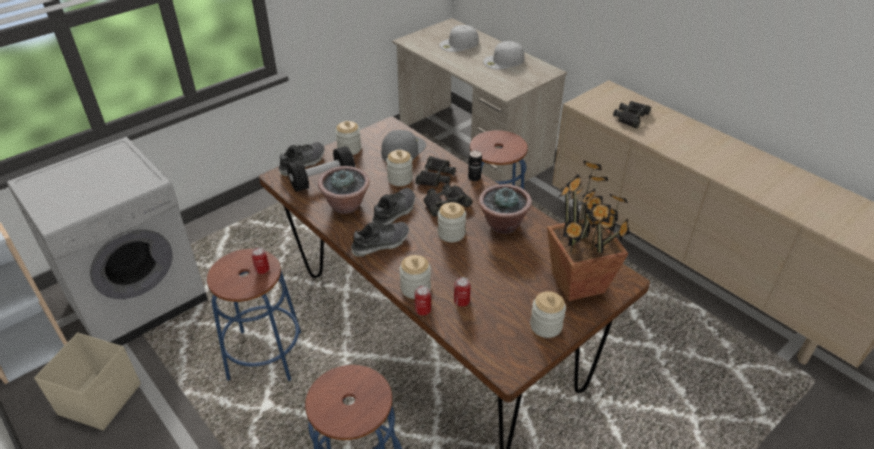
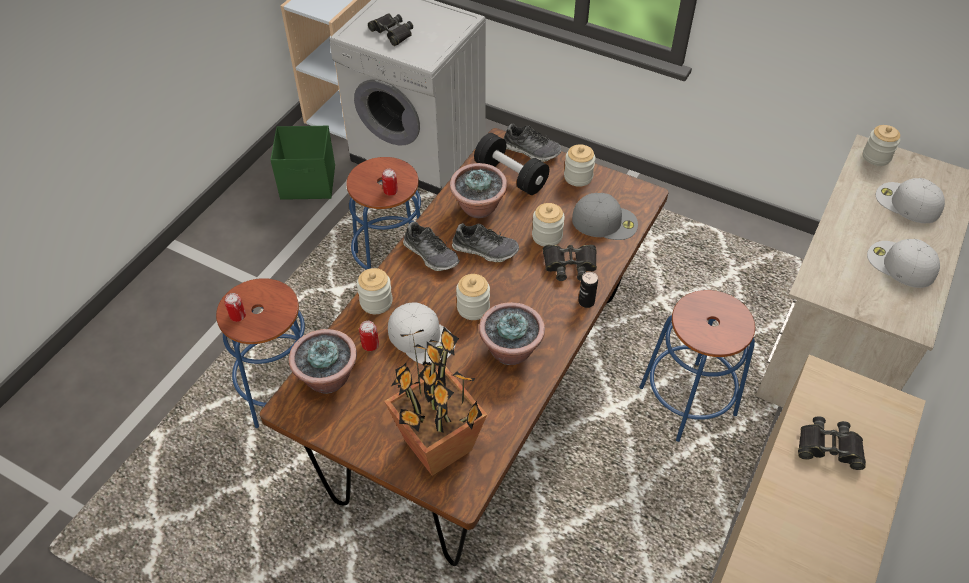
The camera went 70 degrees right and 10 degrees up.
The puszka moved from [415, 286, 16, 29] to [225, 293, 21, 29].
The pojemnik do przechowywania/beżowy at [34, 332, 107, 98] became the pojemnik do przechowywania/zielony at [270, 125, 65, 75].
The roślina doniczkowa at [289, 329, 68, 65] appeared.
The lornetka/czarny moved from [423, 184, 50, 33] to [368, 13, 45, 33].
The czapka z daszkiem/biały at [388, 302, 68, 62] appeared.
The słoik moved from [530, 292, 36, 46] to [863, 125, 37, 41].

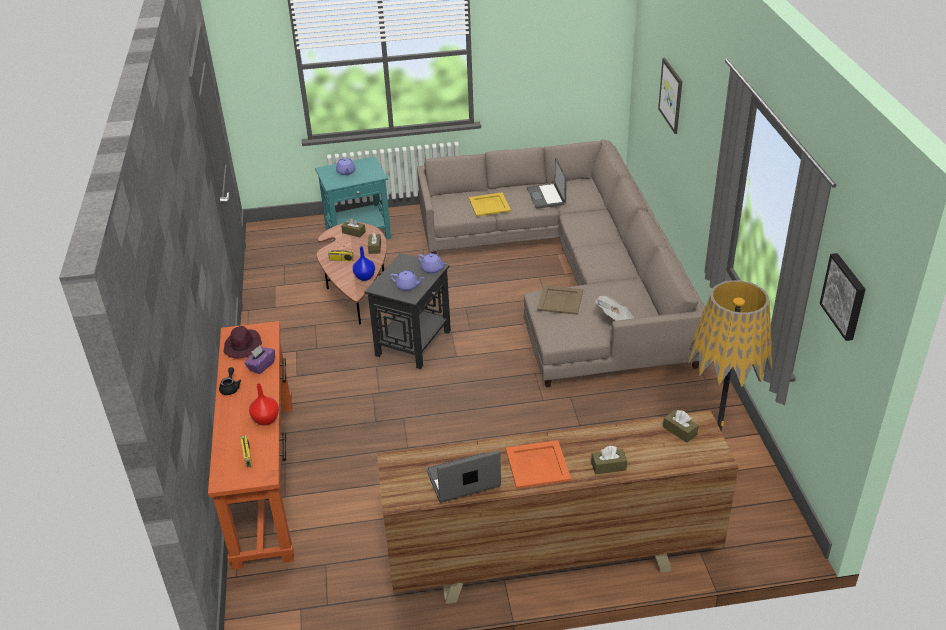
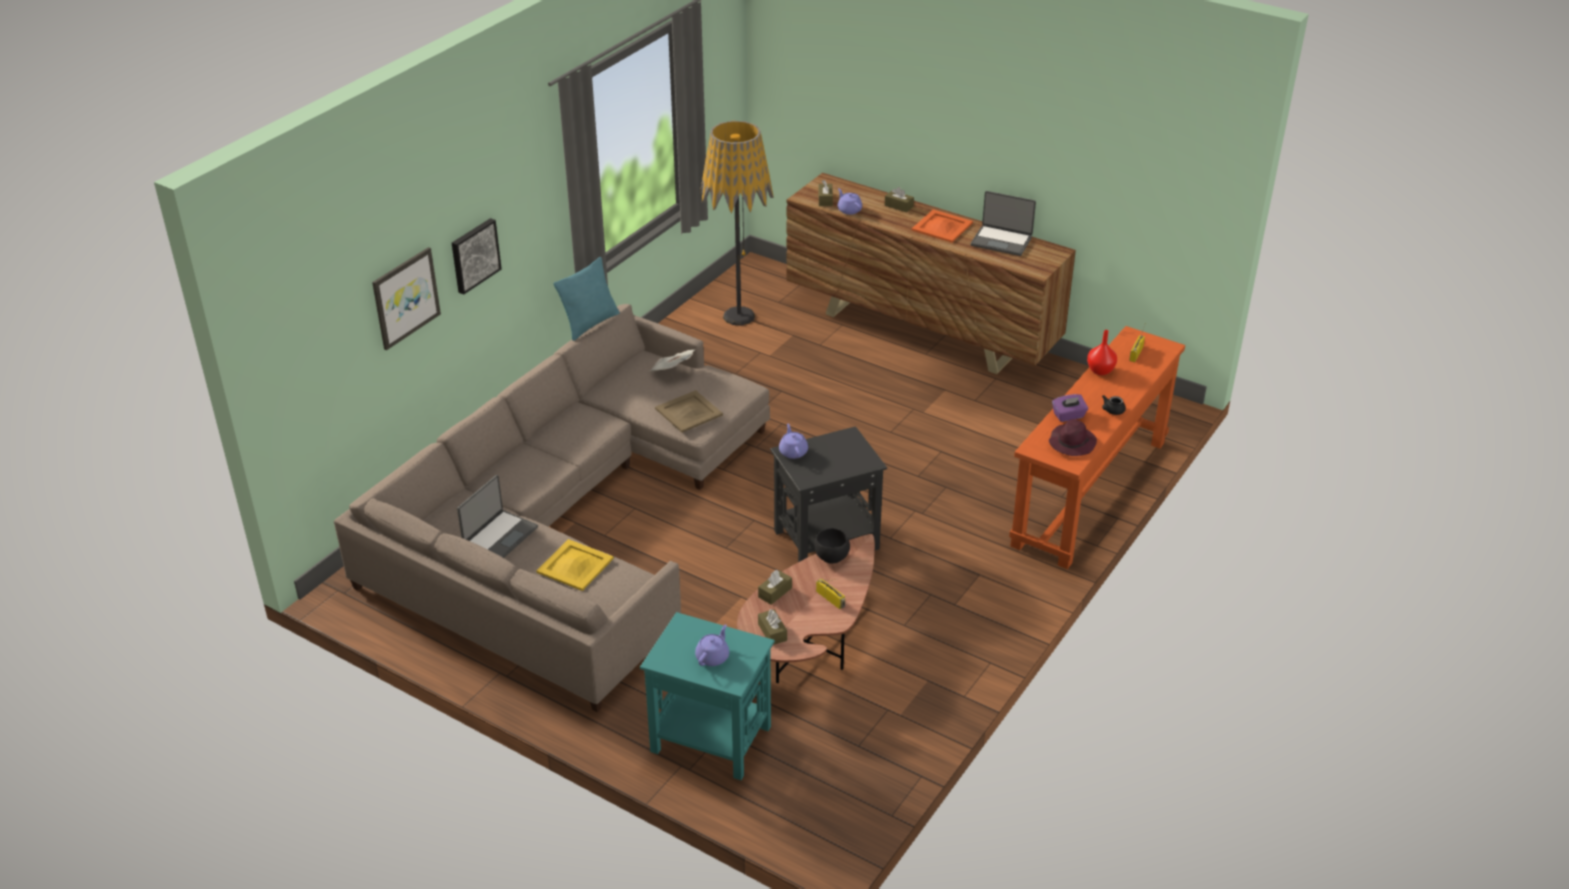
The camera went 140 degrees left and 0 degrees up.
The obraz moved from [820, 253, 46, 88] to [452, 218, 50, 77].
The poduszka/turkusowy at [554, 257, 66, 84] appeared.
The wazon/niebieski at [353, 246, 22, 35] was replaced by the miska/czarny at [814, 528, 36, 36].
The imbryk/fioletowy moved from [390, 270, 35, 21] to [838, 188, 24, 27].

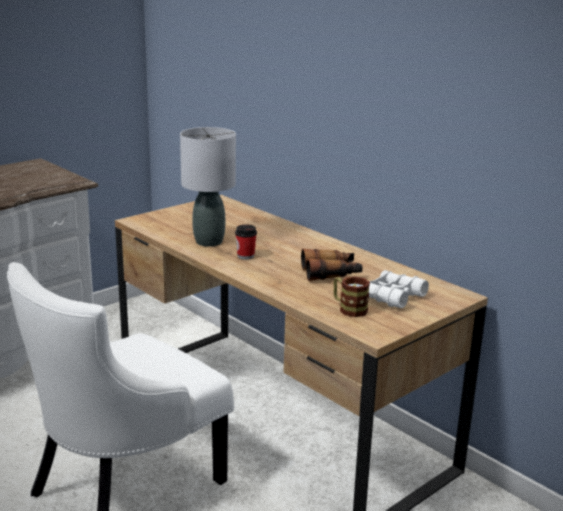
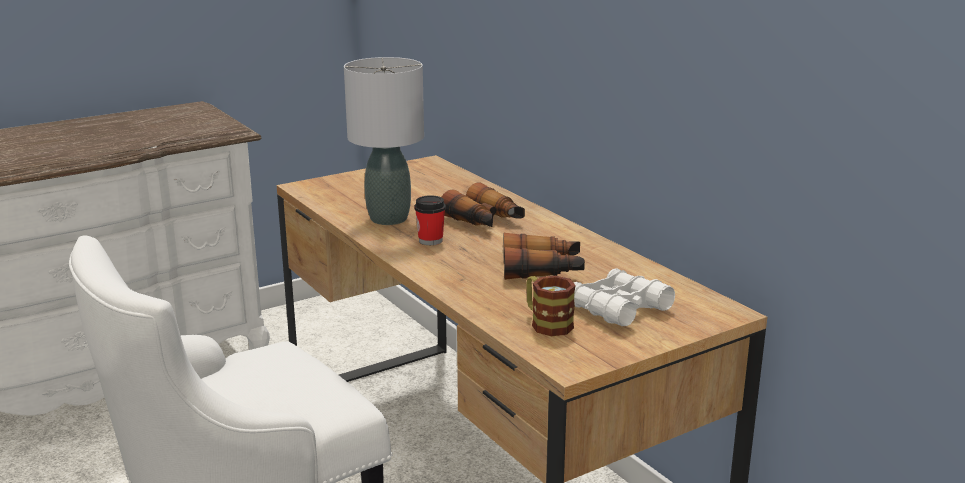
The camera went 10 degrees right and 0 degrees up.
The lornetka at [442, 182, 83, 45] appeared.

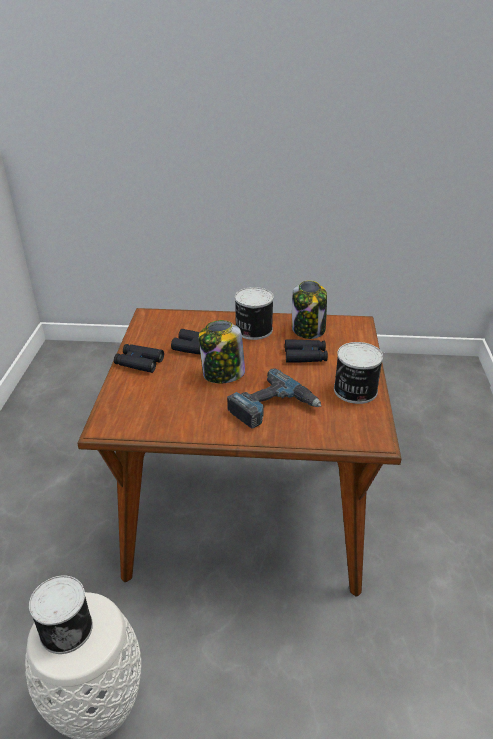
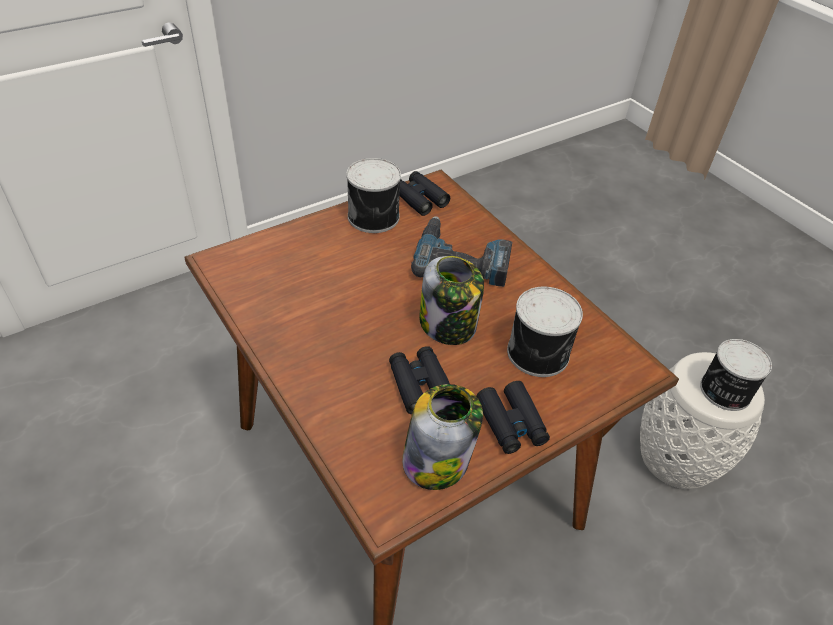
The camera went 130 degrees left and 10 degrees up.
The lornetka/czarny moved from [285, 340, 43, 22] to [400, 171, 50, 45].
The słoik moved from [292, 280, 35, 59] to [402, 384, 81, 106].
The puszka moved from [235, 287, 39, 53] to [507, 287, 76, 90].

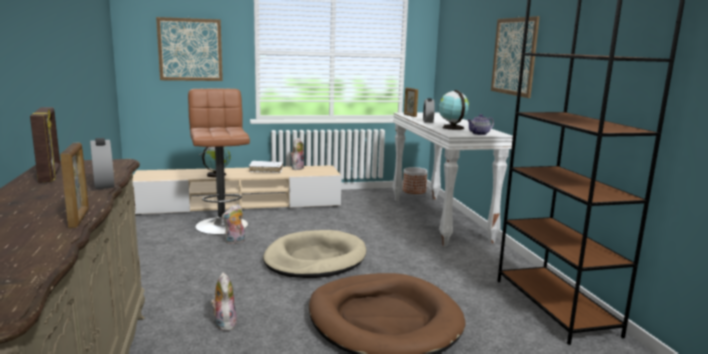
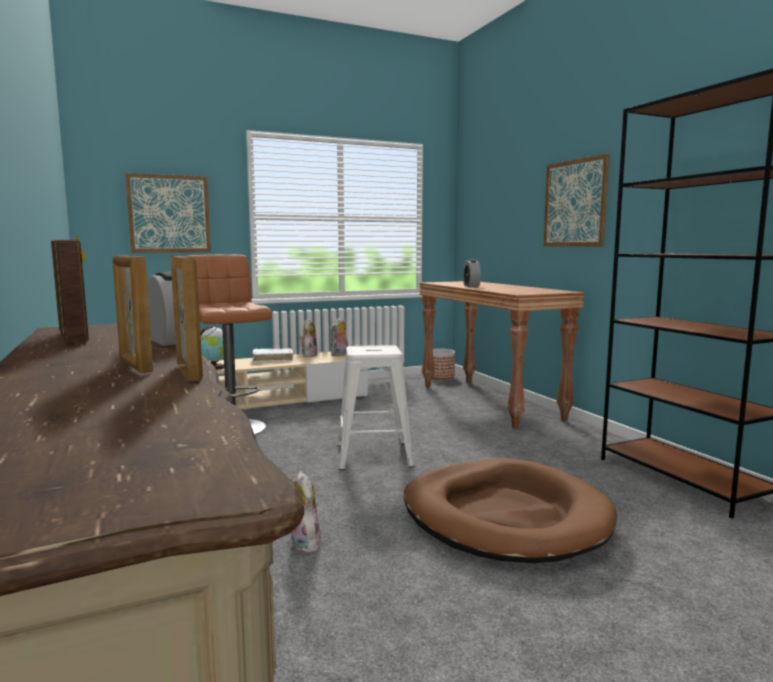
The camera went 10 degrees left and 5 degrees down.
The ramka na zdjęcie moved from [404, 88, 14, 29] to [113, 255, 40, 118].
The pluszak moved from [222, 204, 23, 40] to [329, 318, 19, 38].
The legowisko/beżowy at [263, 230, 103, 48] was replaced by the stołek/biały at [337, 345, 77, 125].
The stolik konsolowy/biały at [392, 112, 121, 135] became the stolik konsolowy/brązowy at [419, 281, 166, 148].
The globus at [439, 90, 30, 40] disappeared.
The imbryk at [468, 114, 26, 21] disappeared.

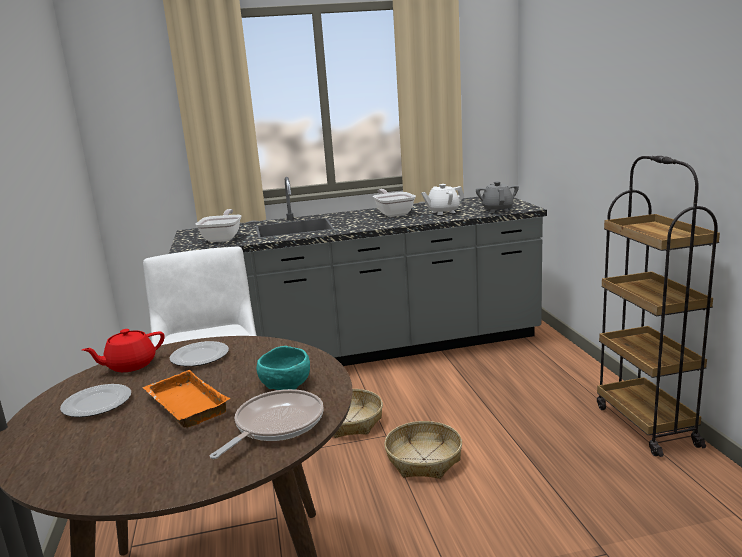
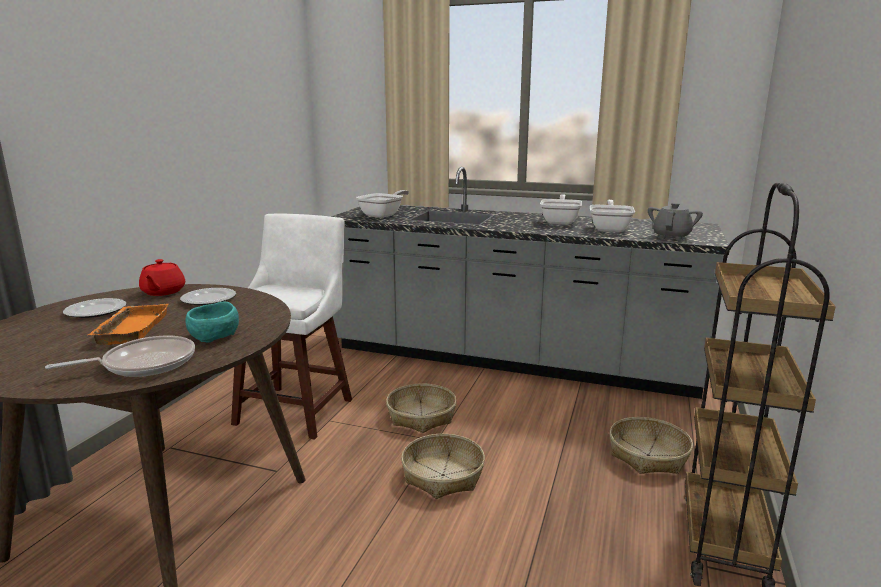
The camera went 30 degrees right and 0 degrees up.
The imbryk/czerwony at [82, 329, 83, 43] turned 90 degrees counterclockwise.
The imbryk/biały at [421, 184, 43, 31] was replaced by the patelnia at [590, 200, 45, 32].
The koszyk at [610, 417, 83, 57] appeared.

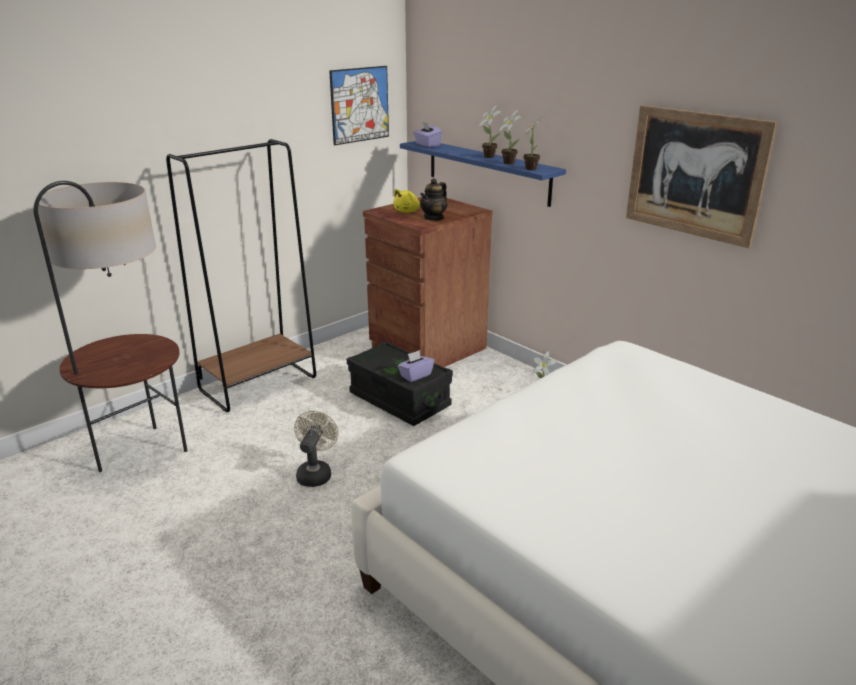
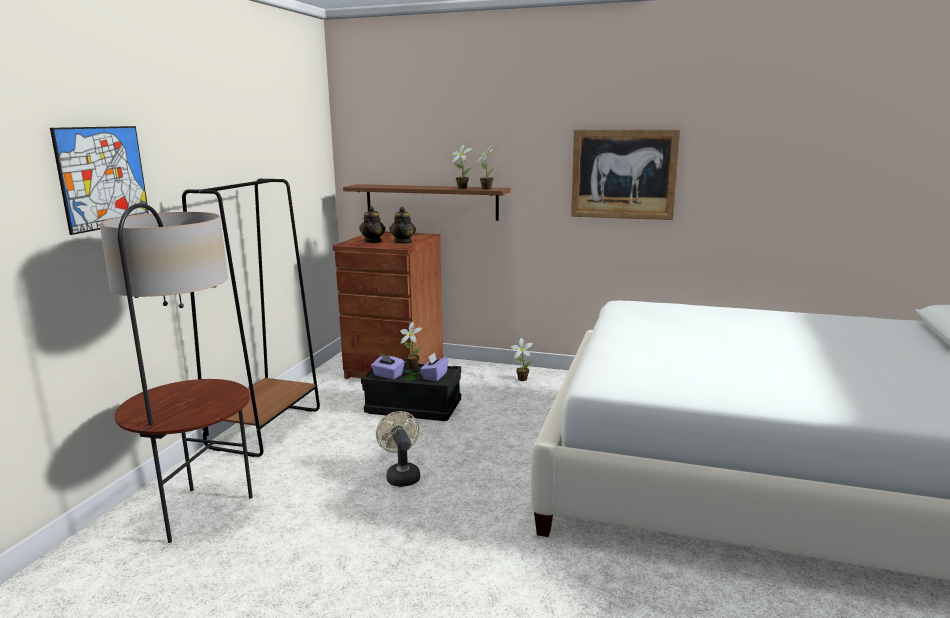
The camera went 30 degrees left and 10 degrees down.
The obraz moved from [329, 66, 60, 79] to [50, 126, 99, 109].
The półka/niebieski at [400, 141, 166, 66] became the półka/brązowy at [343, 184, 168, 37].
The pluszak/żółty at [393, 189, 27, 23] was replaced by the imbryk at [359, 206, 26, 37].
The pudełko chusteczek/fioletowy moved from [413, 121, 30, 26] to [371, 354, 34, 25].
The roślina doniczkowa moved from [478, 105, 24, 53] to [400, 322, 22, 47].

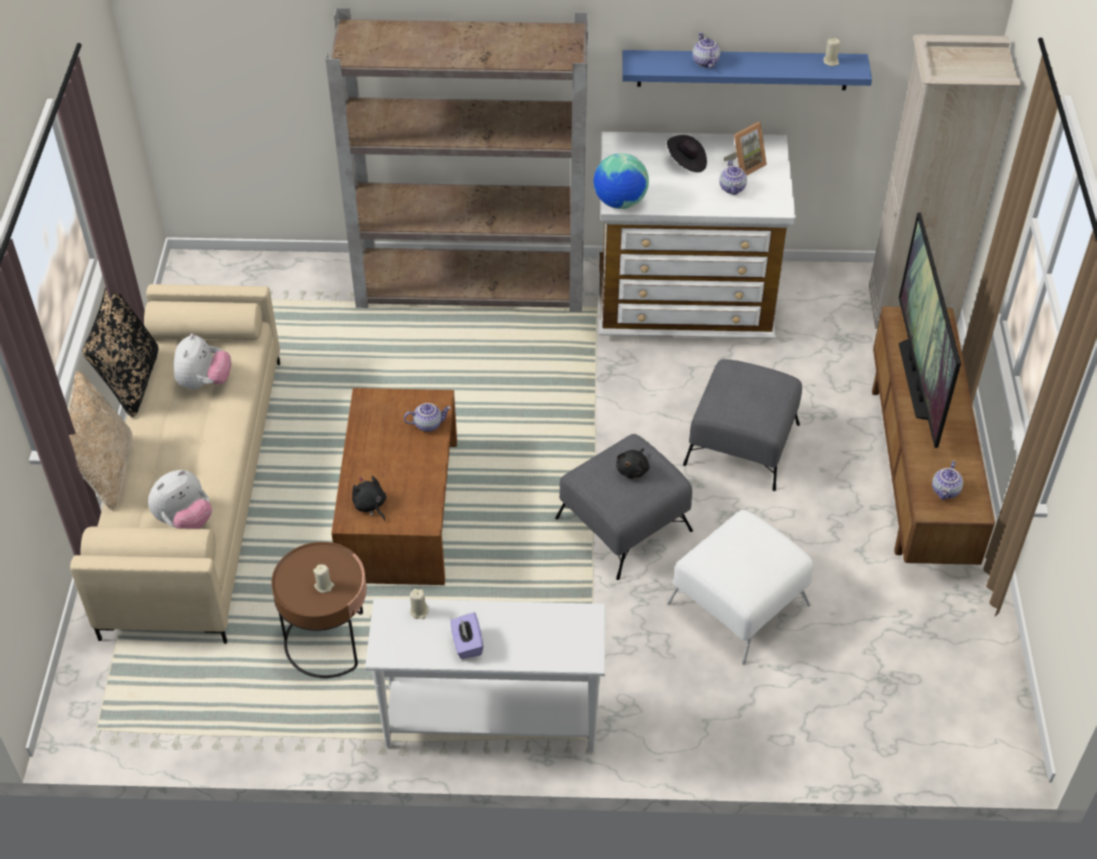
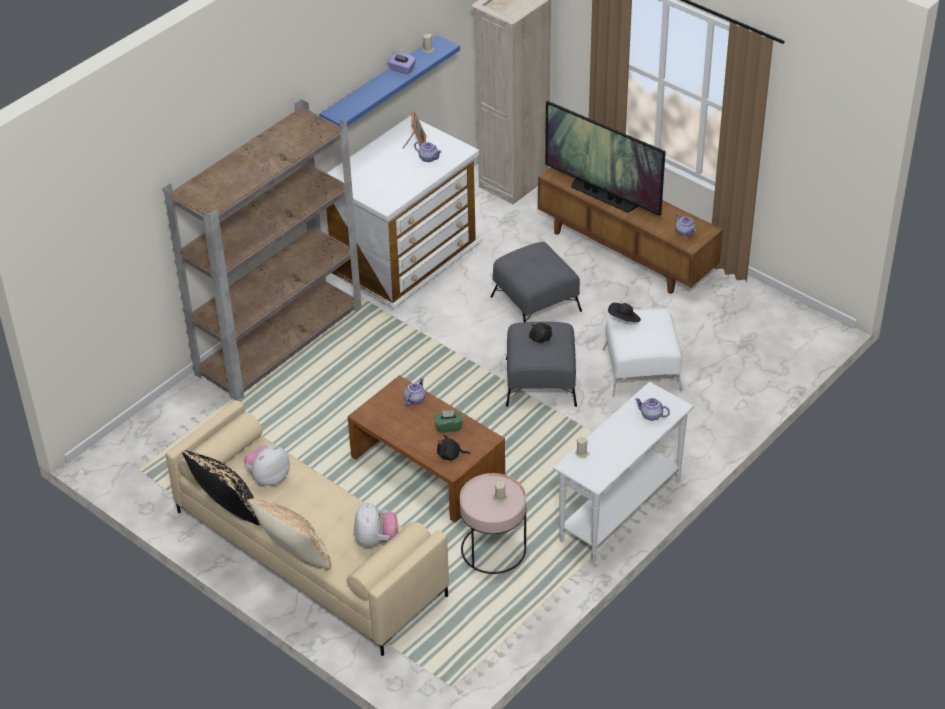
The camera went 50 degrees left and 5 degrees down.
The pluszak at [174, 334, 57, 56] turned 90 degrees counterclockwise.
The pudełko chusteczek/fioletowy moved from [450, 612, 33, 47] to [388, 52, 28, 22].
The pudełko chusteczek/zielony at [434, 410, 29, 23] appeared.
The stolik/brązowy at [271, 542, 96, 136] became the stolik/różowy at [460, 473, 66, 101].
The kapelusz/czarny moved from [667, 135, 40, 37] to [608, 303, 33, 19].
The imbryk moved from [692, 32, 28, 36] to [635, 398, 35, 23].
The globus at [594, 153, 55, 56] disappeared.

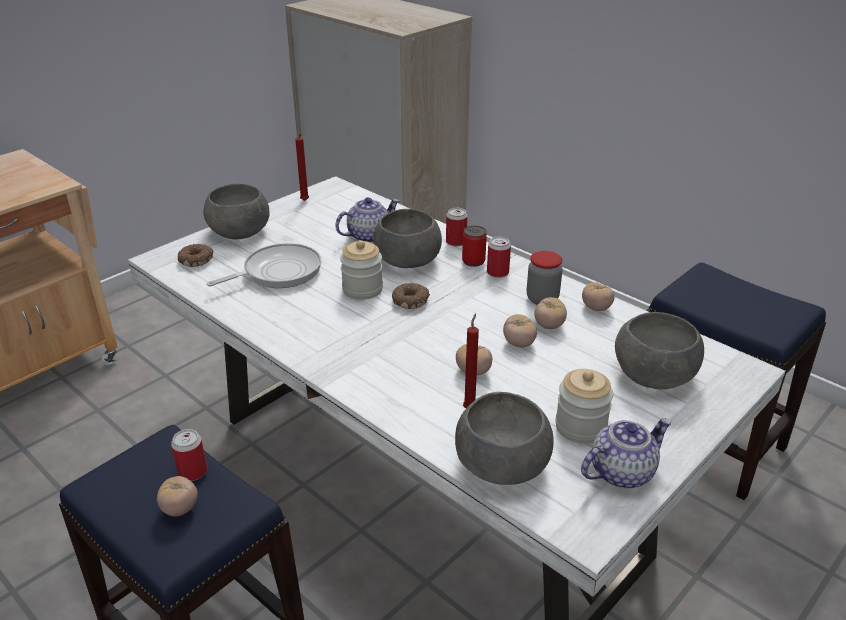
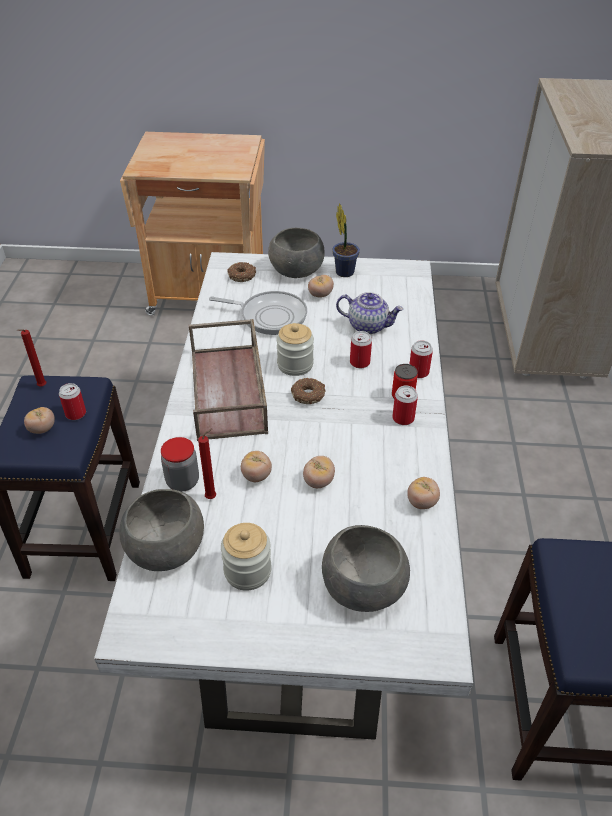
The camera went 50 degrees right and 10 degrees up.
The świeca/czerwony moved from [295, 134, 14, 67] to [17, 330, 29, 57].
The słoik moved from [527, 251, 36, 54] to [161, 437, 38, 55].
The taca/brązowy at [189, 319, 79, 122] appeared.
The pomidor moved from [534, 297, 33, 32] to [308, 275, 26, 23].
The roślina doniczkowa at [332, 204, 28, 73] appeared.
The miska/szary at [373, 209, 69, 59] was replaced by the puszka at [350, 331, 22, 37].
The imbryk at [581, 418, 91, 71] disappeared.

